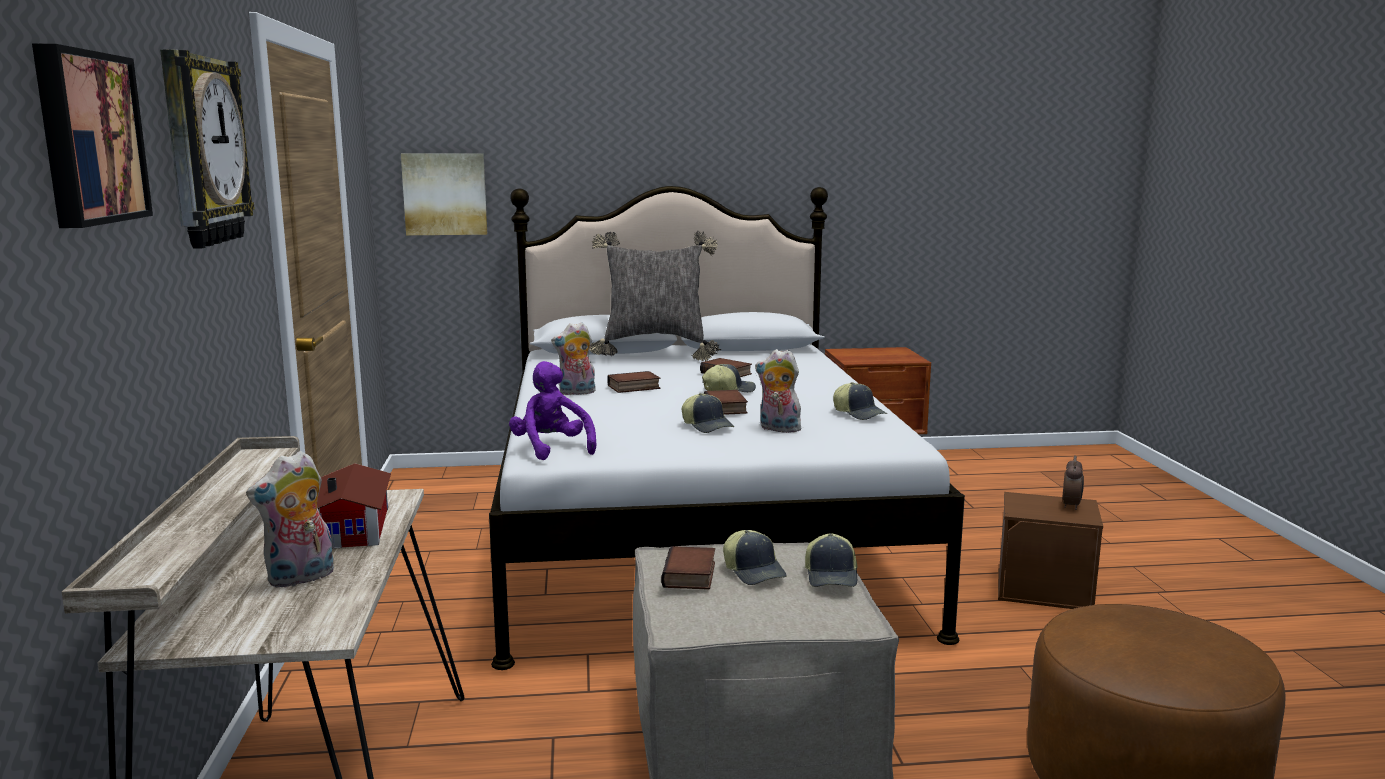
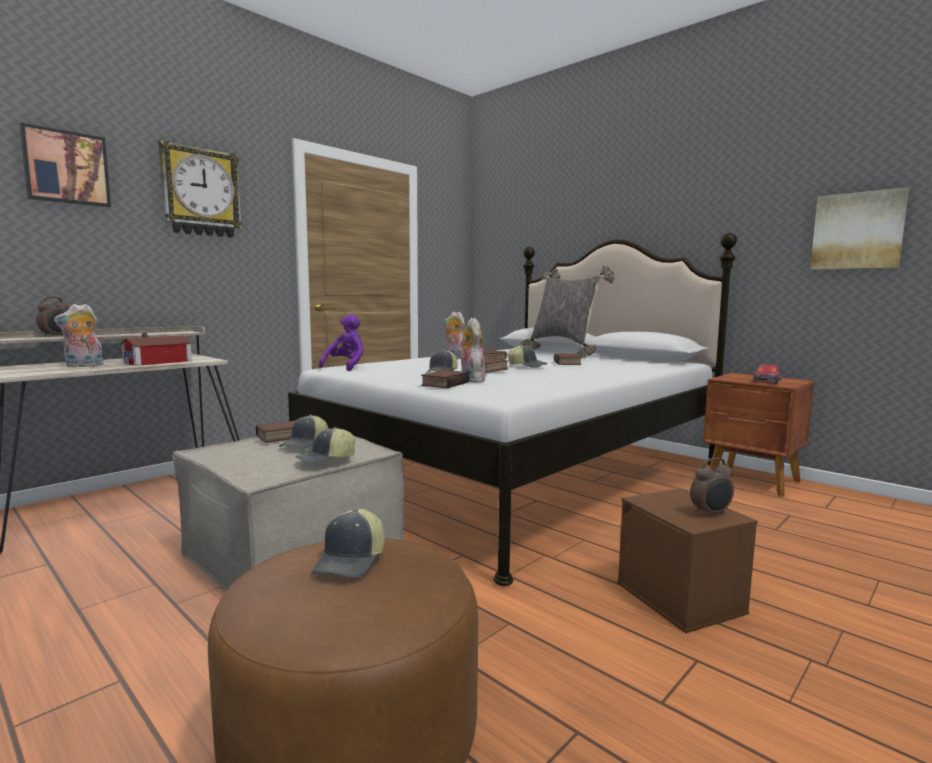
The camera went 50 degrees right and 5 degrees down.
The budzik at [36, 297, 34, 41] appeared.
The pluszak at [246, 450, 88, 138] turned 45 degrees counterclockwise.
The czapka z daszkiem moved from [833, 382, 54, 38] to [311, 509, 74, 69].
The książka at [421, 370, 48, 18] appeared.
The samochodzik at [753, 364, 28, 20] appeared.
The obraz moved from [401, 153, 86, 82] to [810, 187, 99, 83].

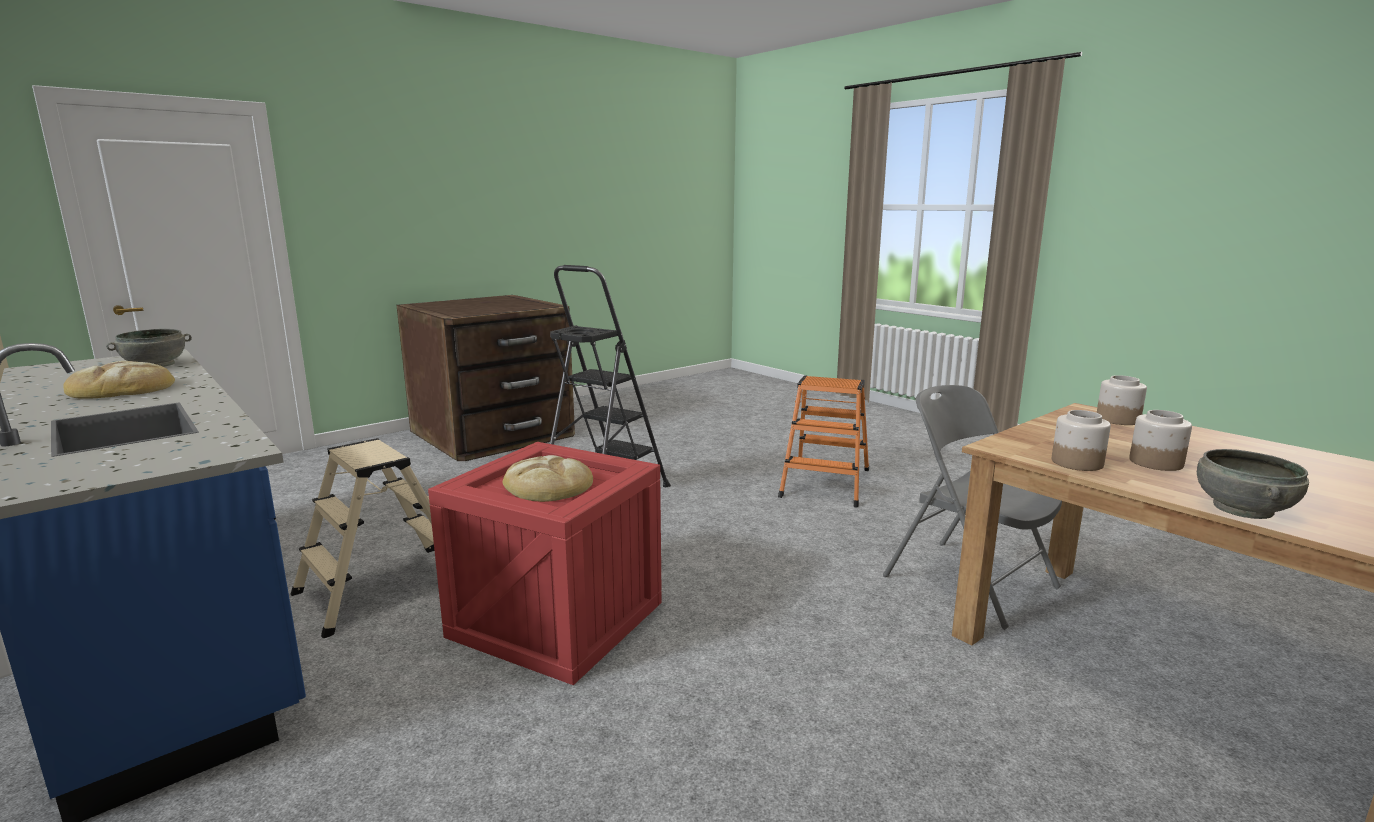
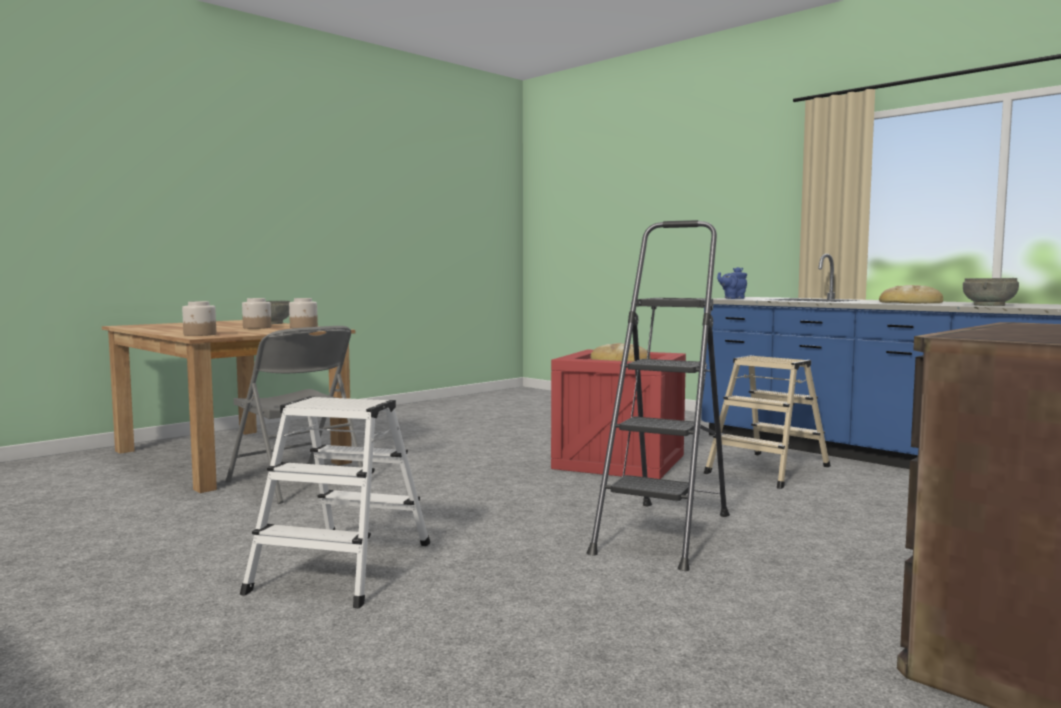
The camera went 175 degrees right and 10 degrees down.
The drabinka/pomarańczowy at [778, 375, 91, 133] became the drabinka/biały at [240, 396, 190, 212].
The imbryk/niebieski at [717, 267, 30, 32] appeared.

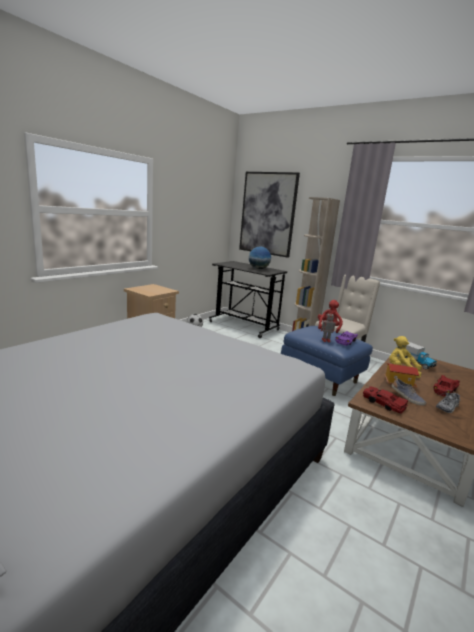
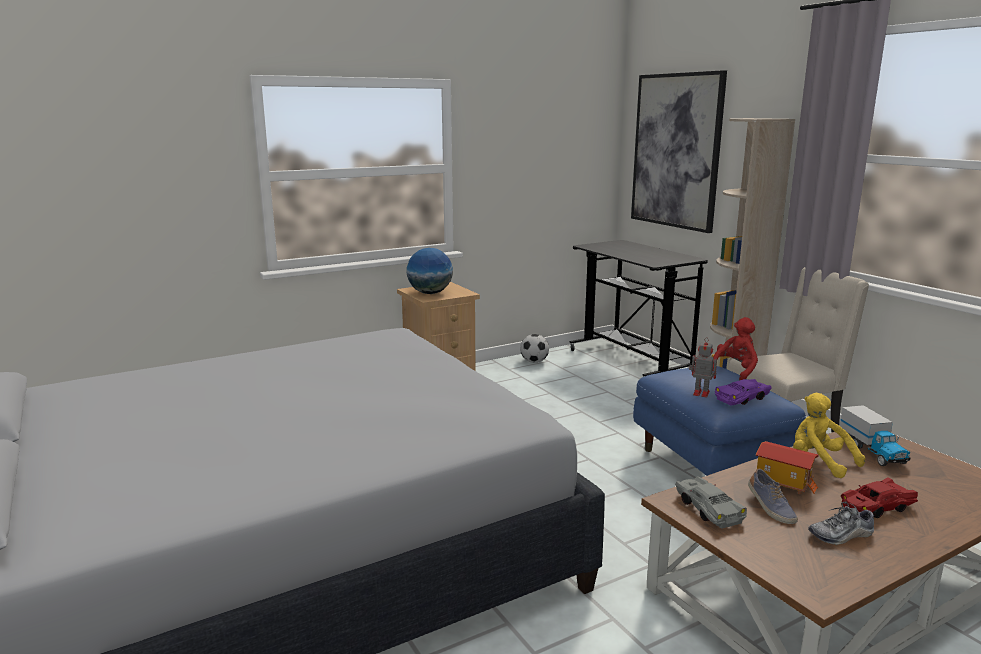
The camera went 25 degrees right and 0 degrees up.
The globus moved from [249, 246, 22, 23] to [407, 248, 46, 46].
The samochodzik/czerwony at [363, 386, 45, 28] became the samochodzik/szary at [675, 476, 72, 53].

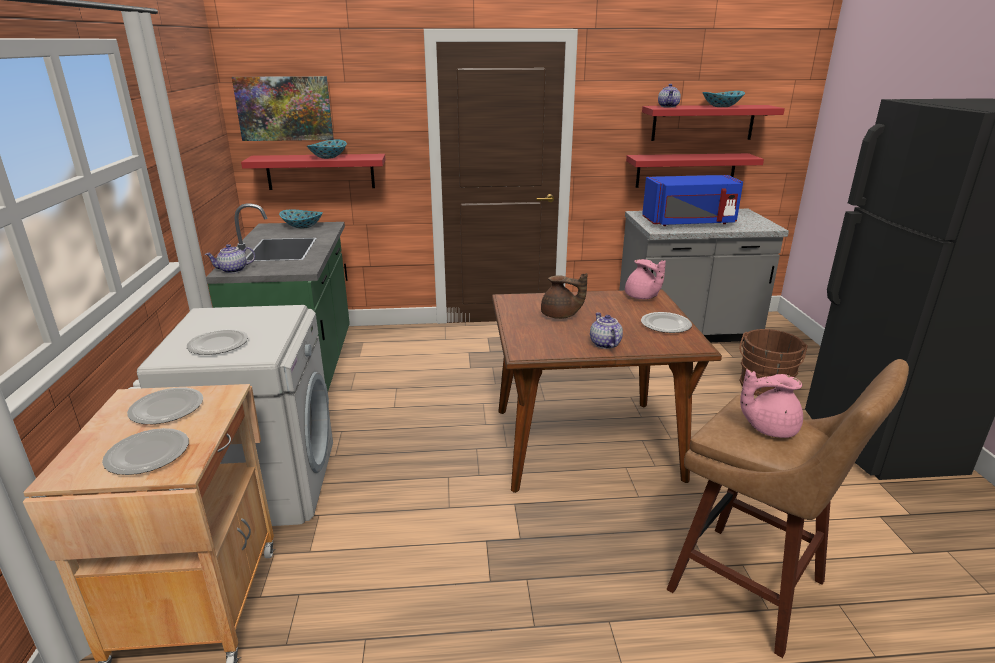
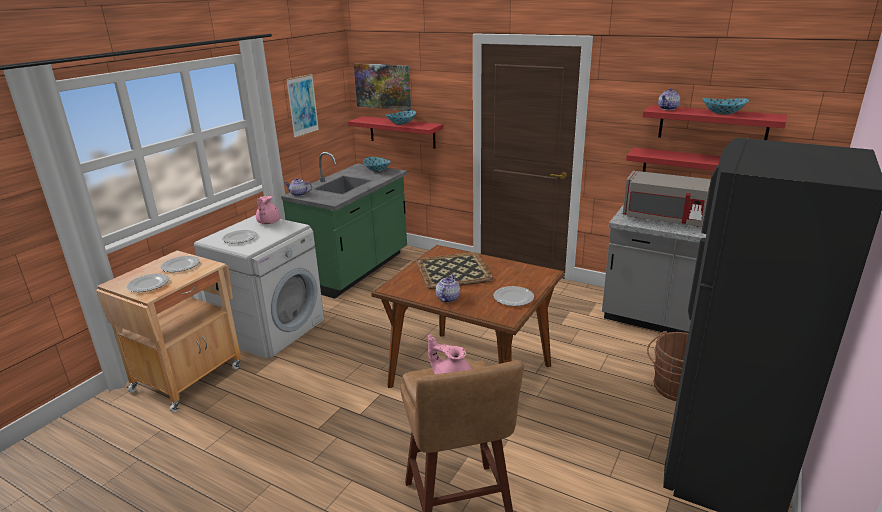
The camera went 35 degrees right and 0 degrees up.
The imbryk/różowy moved from [625, 259, 41, 40] to [256, 196, 24, 28].
The obraz at [286, 74, 33, 64] appeared.
The imbryk/brązowy at [541, 273, 47, 46] was replaced by the taca at [416, 252, 78, 37].
The mikrofalówka/niebieski at [642, 175, 101, 51] became the mikrofalówka/szary at [623, 171, 88, 56].

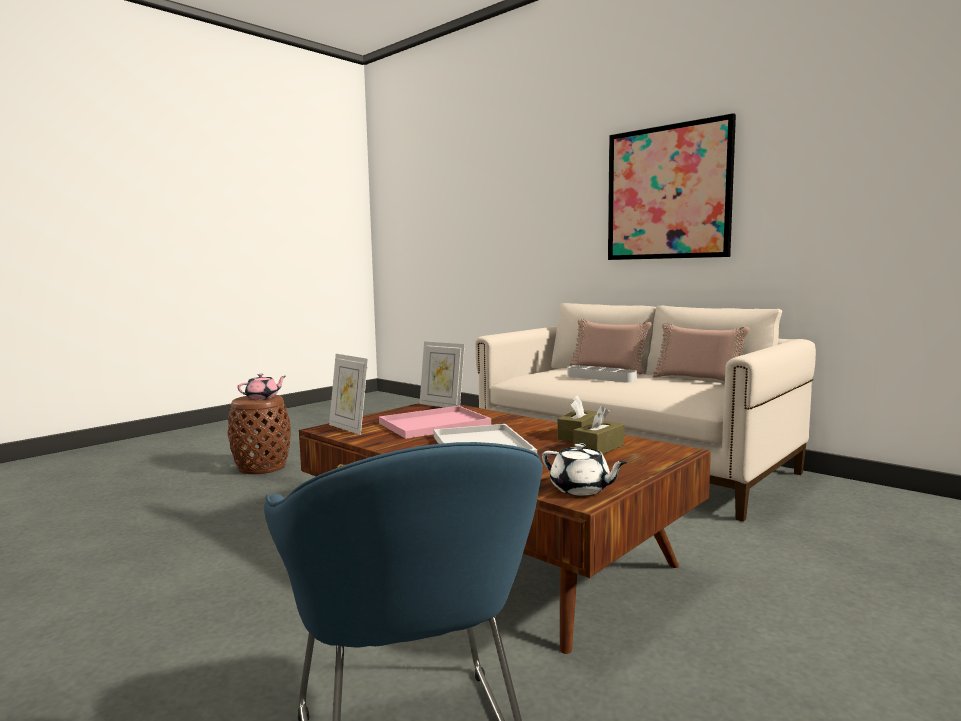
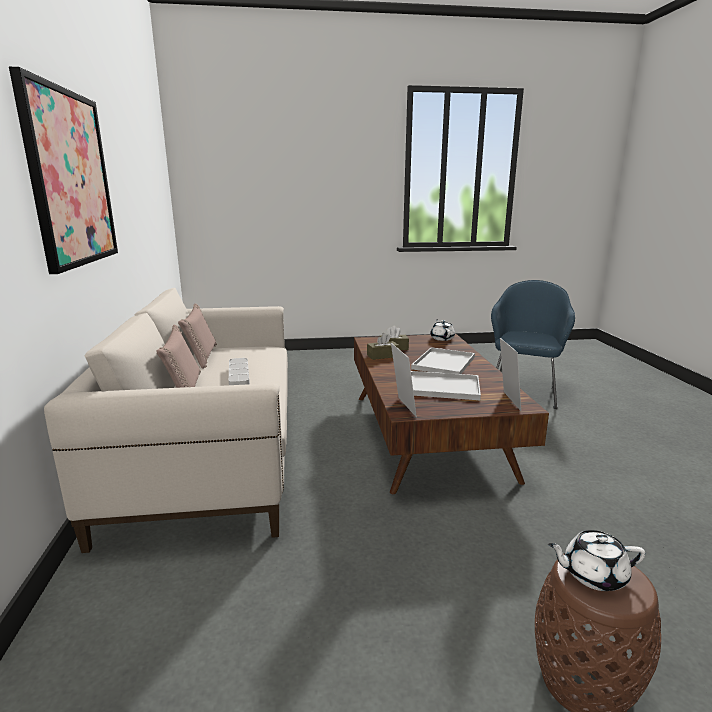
The camera went 140 degrees left and 10 degrees up.
The taca/różowy at [379, 406, 112, 33] became the taca/biały at [411, 371, 70, 29].
The imbryk/różowy at [237, 374, 49, 26] became the imbryk/biały at [548, 530, 98, 61].

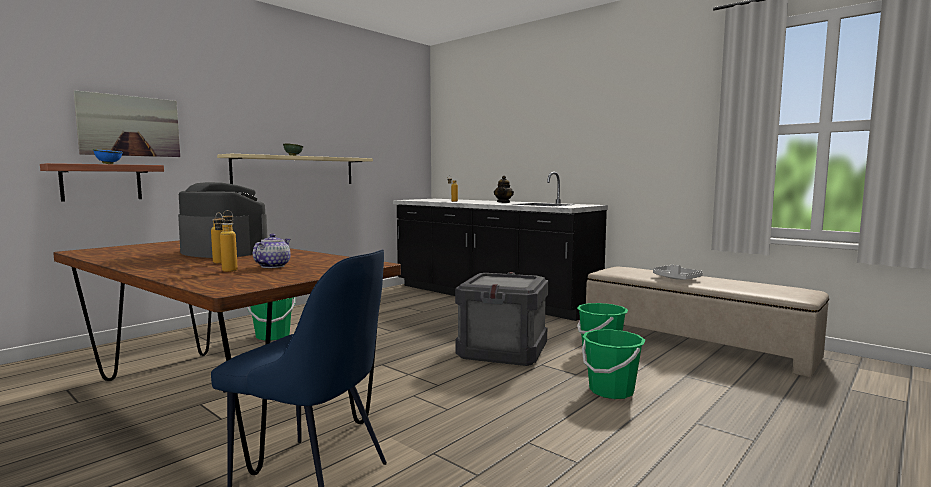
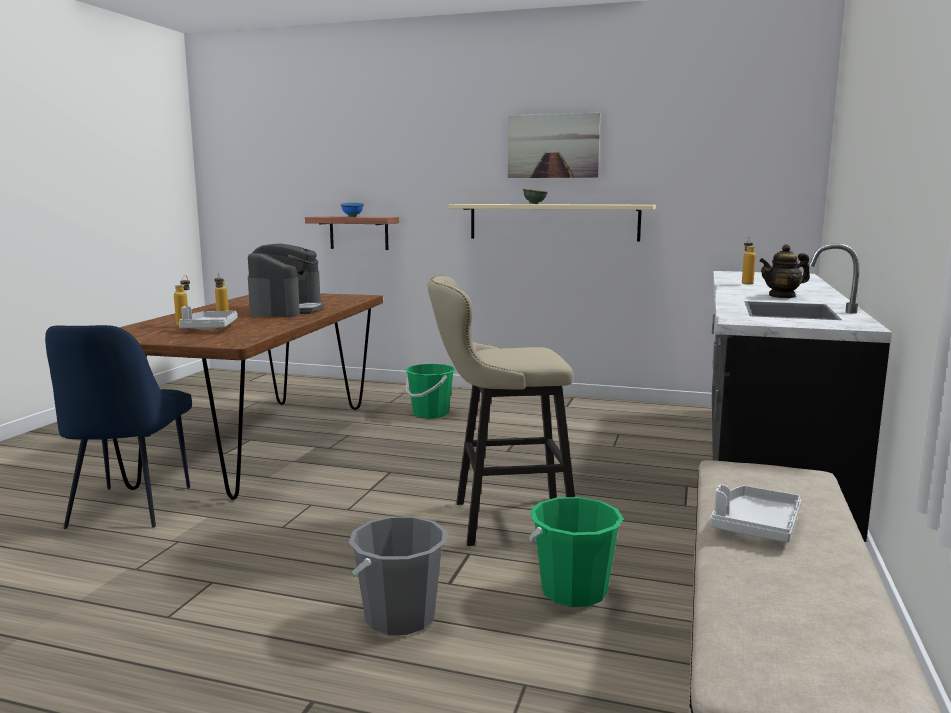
The camera went 65 degrees right and 5 degrees up.
The imbryk at [253, 233, 38, 35] was replaced by the taca/szary at [179, 306, 58, 24].
The wiadro/zielony at [582, 329, 63, 70] became the wiadro/szary at [349, 516, 98, 119].
The skrzynka at [455, 272, 93, 94] was replaced by the stołek/beżowy at [428, 276, 147, 270].
The obraz moved from [74, 90, 106, 67] to [508, 113, 93, 65].

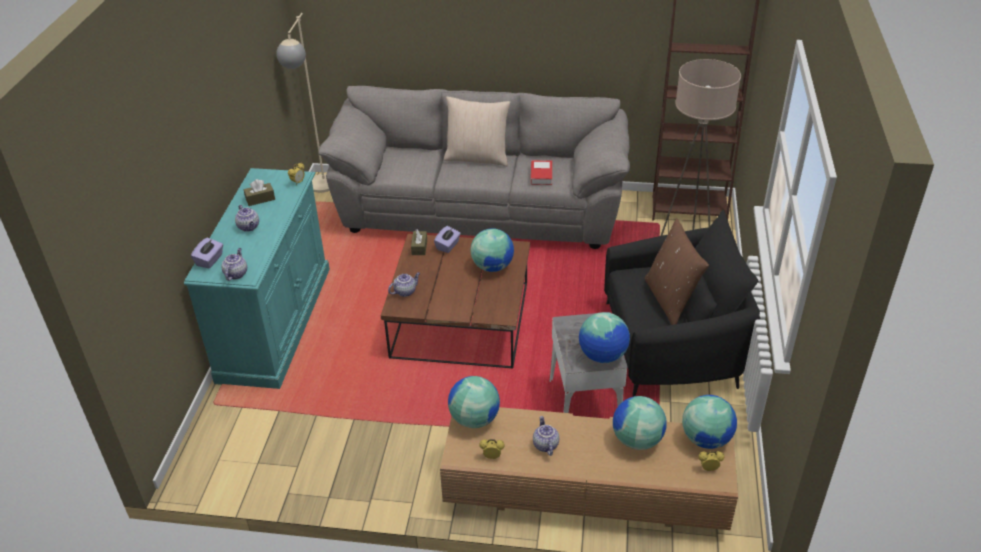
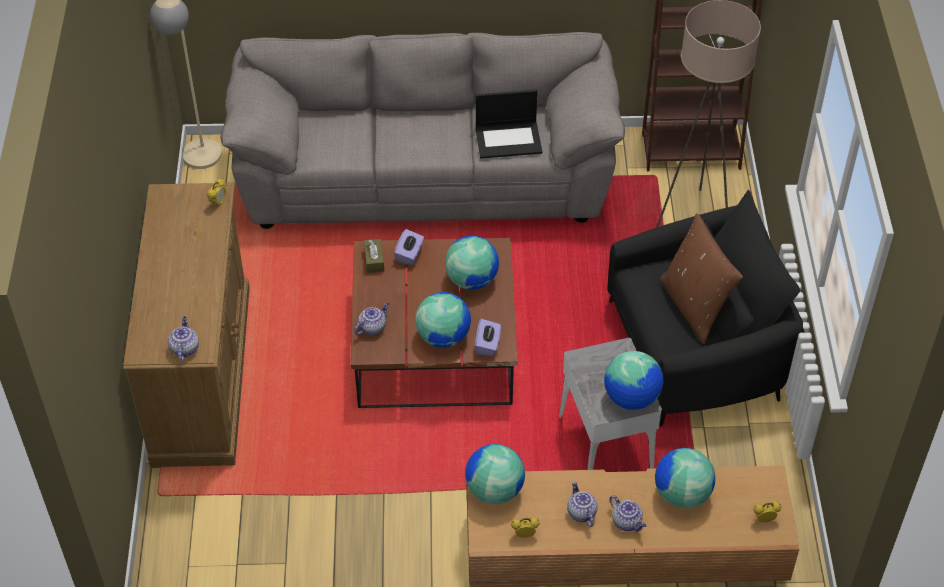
The camera went 10 degrees left and 10 degrees up.
The szafka/turkusowy at [184, 168, 146, 221] became the szafka/brązowy at [123, 183, 127, 285].
The globus moved from [682, 395, 55, 54] to [415, 292, 56, 56].
The książka at [531, 160, 21, 25] was replaced by the laptop at [475, 90, 67, 68].
The pudełko chusteczek/fioletowy moved from [191, 237, 32, 32] to [475, 319, 26, 37].
The imbryk moved from [235, 205, 24, 27] to [609, 495, 38, 36].
The pudełko chusteczek/brązowy at [244, 179, 31, 27] disappeared.
The poduszka/beżowy at [444, 96, 66, 70] disappeared.

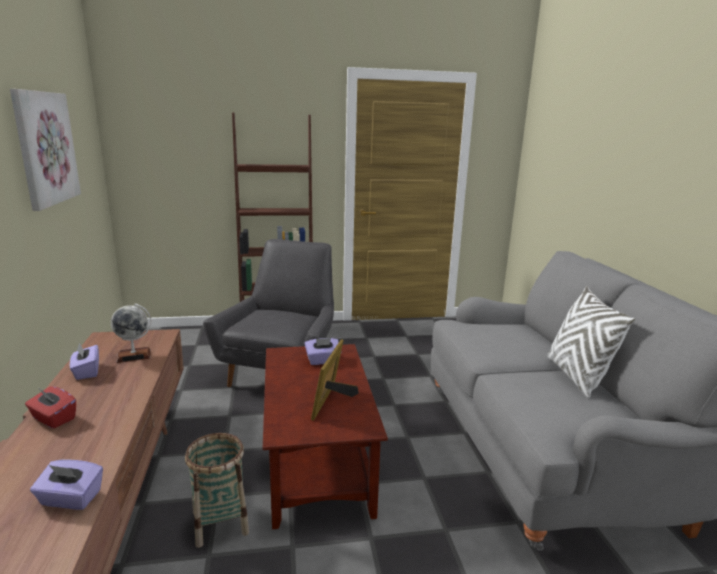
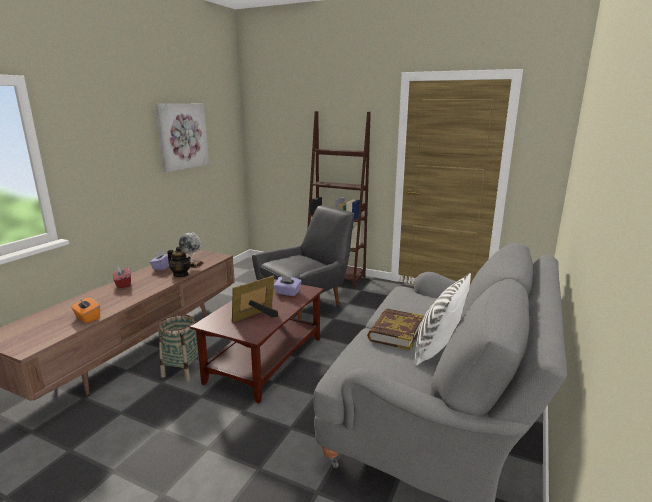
The camera went 35 degrees right and 0 degrees up.
The pudełko chusteczek/fioletowy at [30, 459, 73, 51] became the pudełko chusteczek/pomarańczowy at [71, 298, 29, 25].
The imbryk at [167, 246, 24, 31] appeared.
The książka at [367, 308, 56, 42] appeared.

